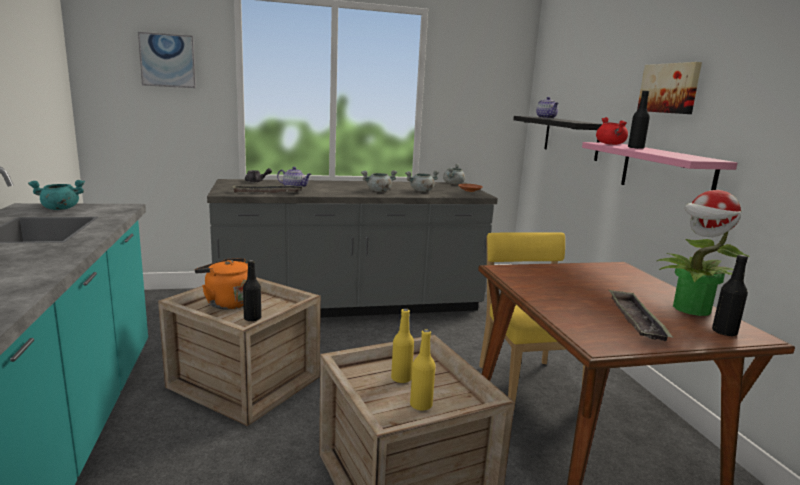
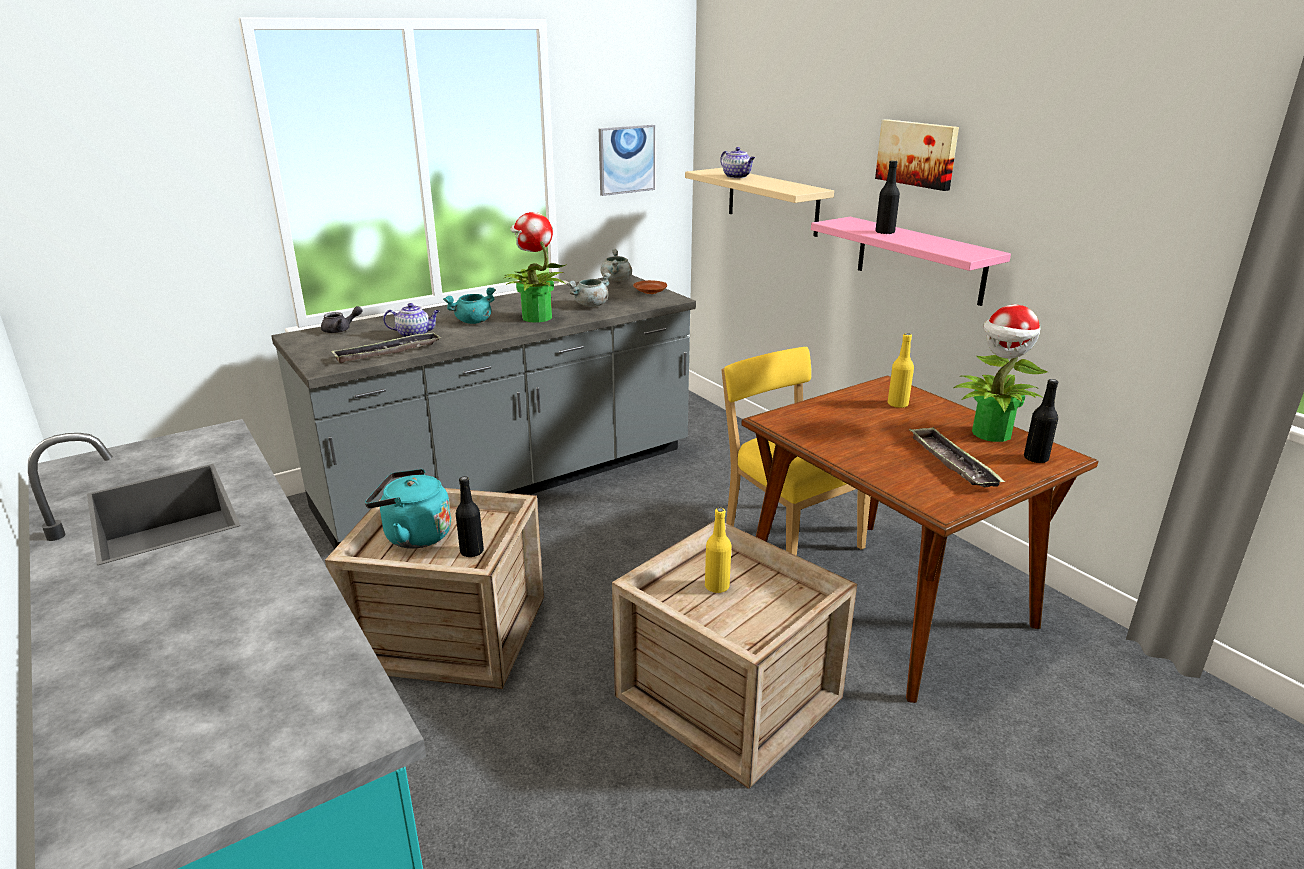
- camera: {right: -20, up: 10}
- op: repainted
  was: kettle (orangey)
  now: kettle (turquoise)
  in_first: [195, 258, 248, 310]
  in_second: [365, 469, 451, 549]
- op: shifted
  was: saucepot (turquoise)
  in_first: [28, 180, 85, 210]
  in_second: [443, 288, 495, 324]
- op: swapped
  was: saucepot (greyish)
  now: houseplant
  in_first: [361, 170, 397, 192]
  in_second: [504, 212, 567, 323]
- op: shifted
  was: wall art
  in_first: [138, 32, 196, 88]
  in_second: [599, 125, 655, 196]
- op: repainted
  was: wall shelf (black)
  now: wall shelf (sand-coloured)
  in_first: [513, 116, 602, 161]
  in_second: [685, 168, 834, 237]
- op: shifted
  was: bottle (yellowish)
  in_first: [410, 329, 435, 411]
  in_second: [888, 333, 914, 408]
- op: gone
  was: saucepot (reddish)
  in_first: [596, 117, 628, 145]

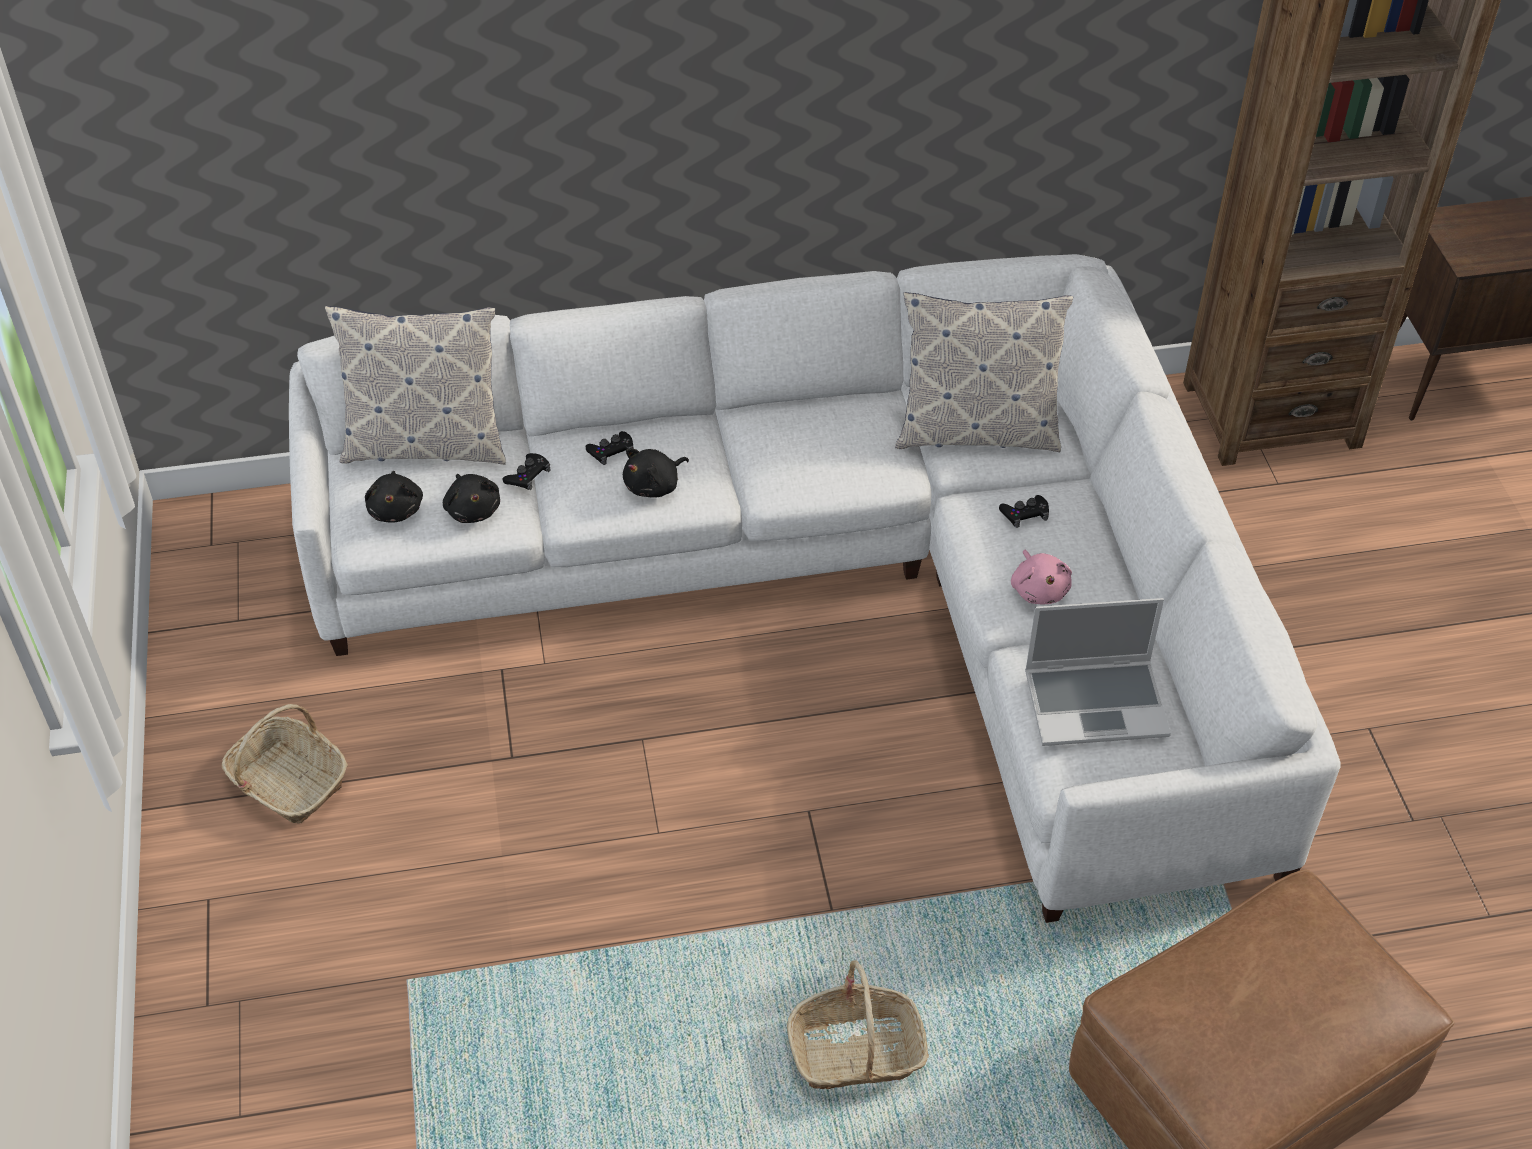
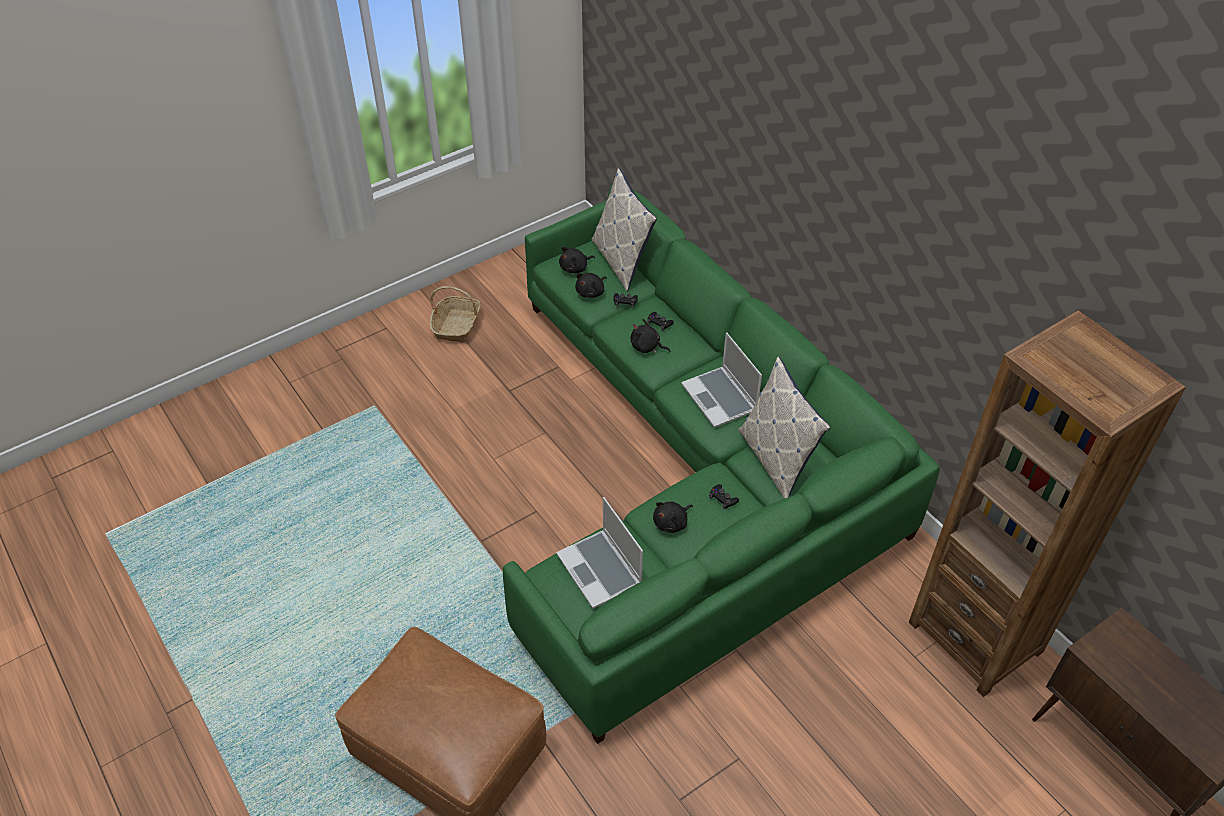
- camera: {right: 65, up: 0}
- op: repainted
  was: sofa (whitish)
  now: sofa (green-coloured)
  in_first: [289, 254, 1341, 923]
  in_second: [503, 185, 940, 744]
- op: repainted
  was: cuddly toy (pink)
  now: cuddly toy (black)
  in_first: [1011, 550, 1072, 604]
  in_second: [653, 502, 693, 533]
- op: new
  now: laptop
  in_second: [681, 332, 762, 428]
- op: gone
  was: household basket
  in_first: [787, 960, 929, 1089]

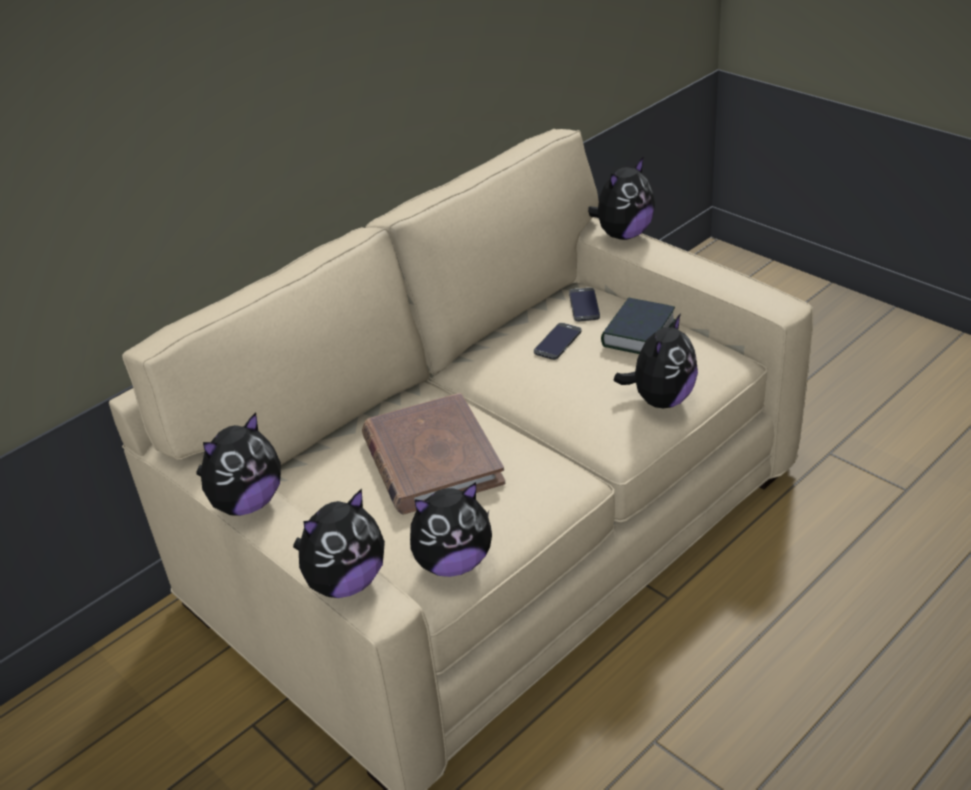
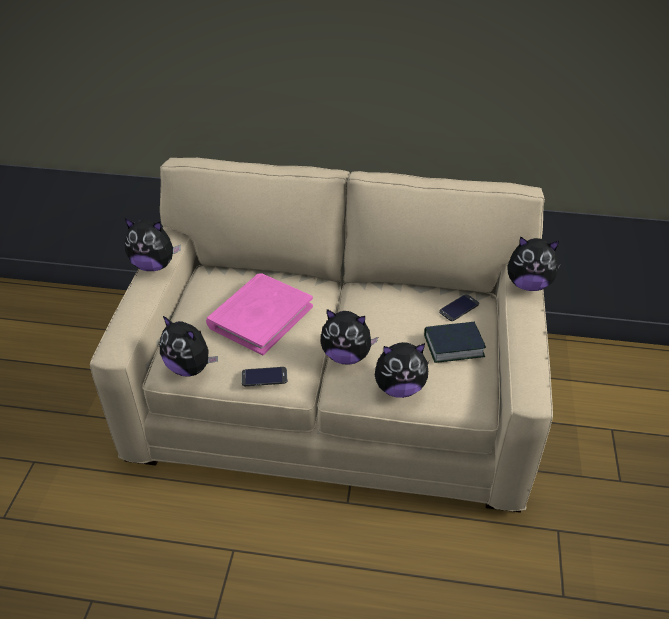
- camera: {right: 50, up: 5}
- op: repainted
  was: bound book (brown)
  now: bound book (pink)
  in_first: [362, 393, 505, 514]
  in_second: [206, 273, 313, 356]
- op: shifted
  was: telephone
  in_first: [534, 323, 581, 360]
  in_second: [242, 367, 287, 386]
- op: shifted
  was: cuddly toy
  in_first: [293, 488, 385, 598]
  in_second: [321, 309, 378, 365]

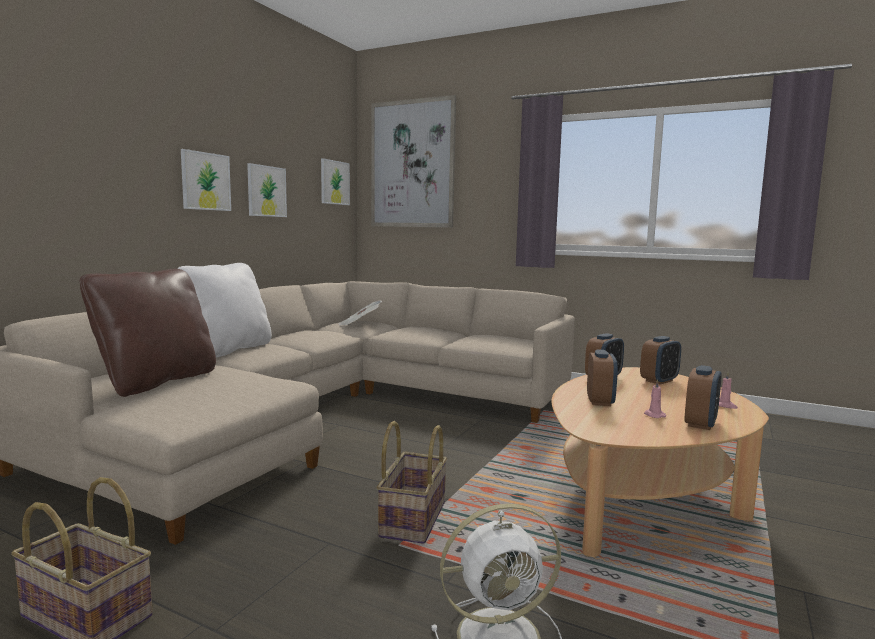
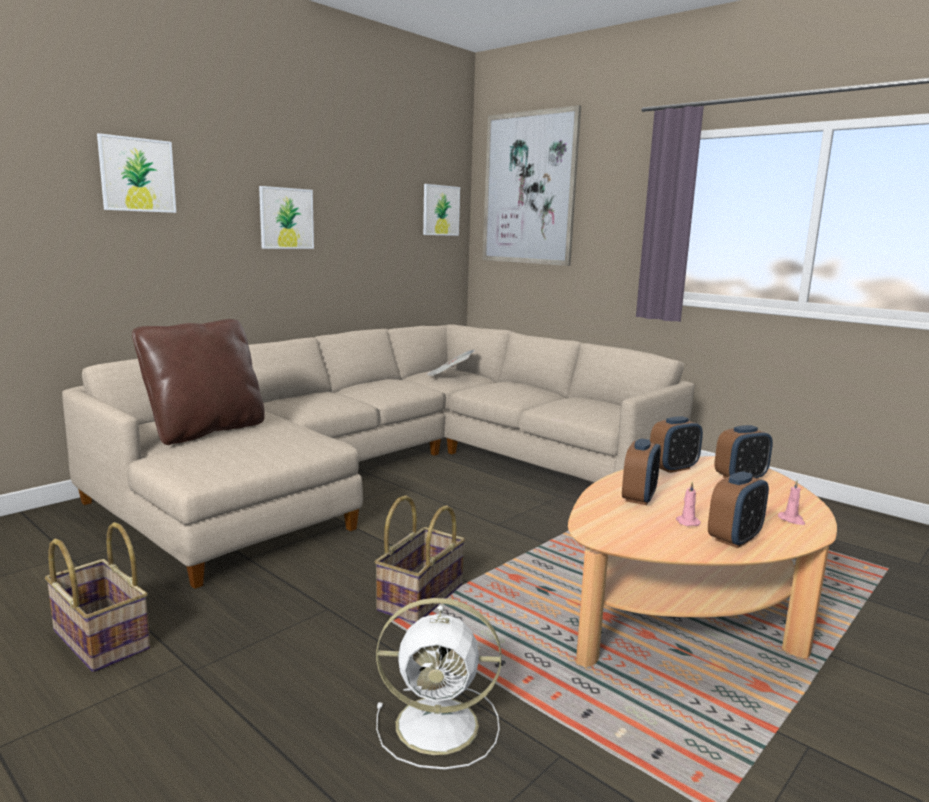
- camera: {right: 15, up: 5}
- op: shifted
  was: wall art
  in_first: [247, 163, 287, 217]
  in_second: [97, 133, 176, 213]
- op: gone
  was: cushion (whitish)
  in_first: [178, 263, 272, 358]

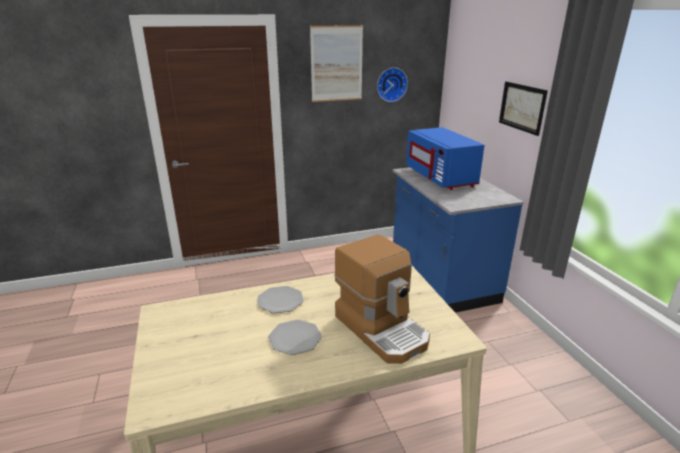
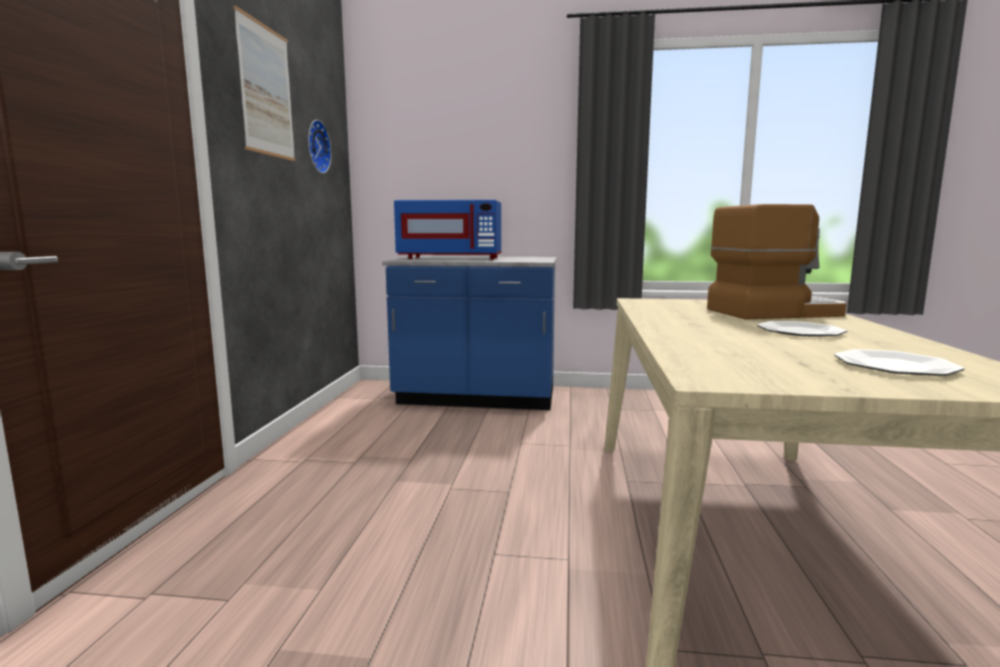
- camera: {right: -65, up: -15}
- op: shifted
  was: flat dish
  in_first: [258, 286, 304, 313]
  in_second: [834, 349, 964, 376]
- op: gone
  was: wall art
  in_first: [499, 81, 548, 136]

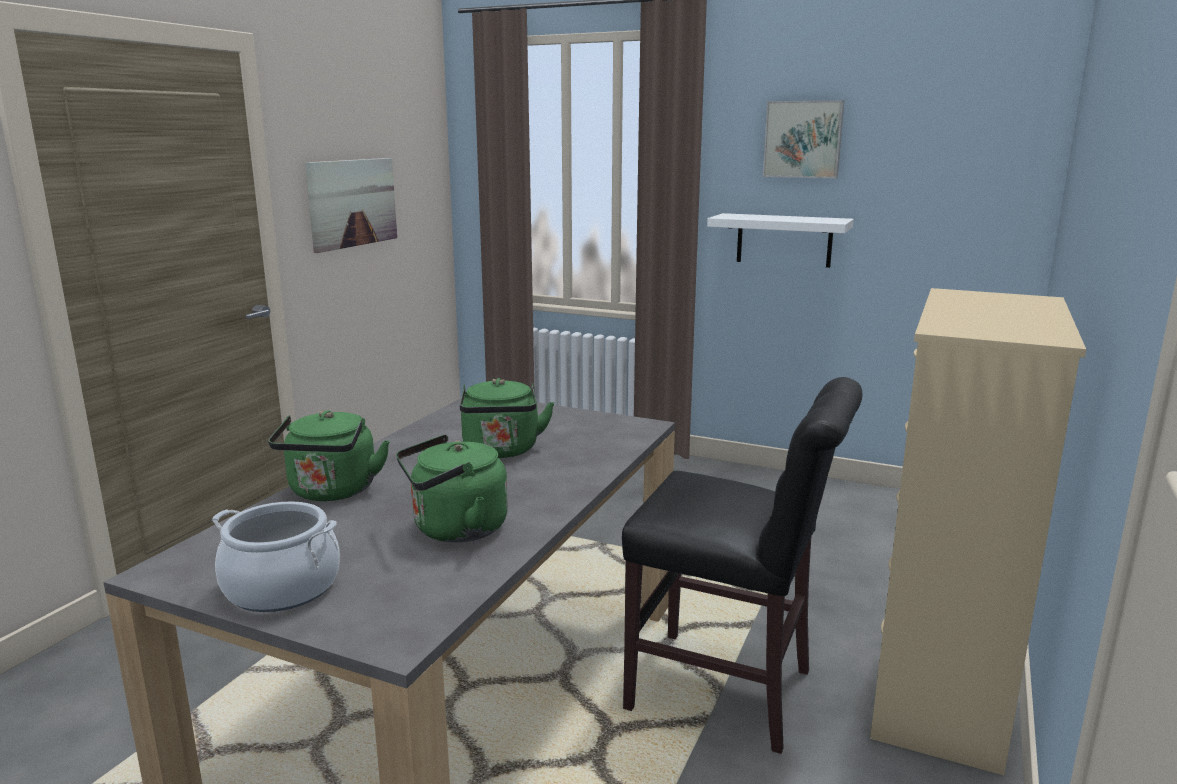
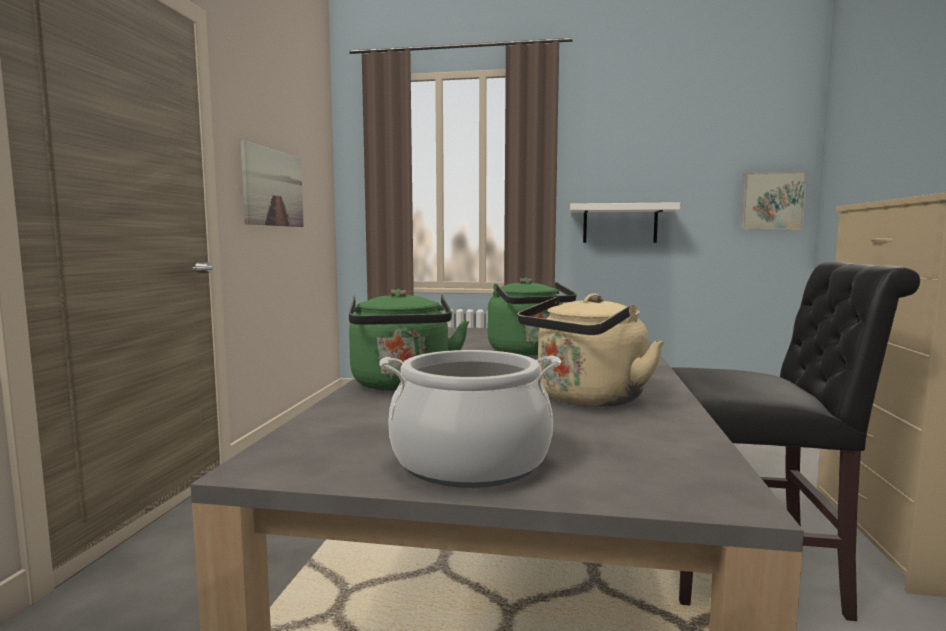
- camera: {right: -15, up: -10}
- op: repainted
  was: kettle (green-coloured)
  now: kettle (sand-coloured)
  in_first: [396, 435, 508, 542]
  in_second: [518, 294, 664, 407]
- op: shifted
  was: wall art
  in_first: [763, 100, 844, 179]
  in_second: [740, 172, 807, 230]

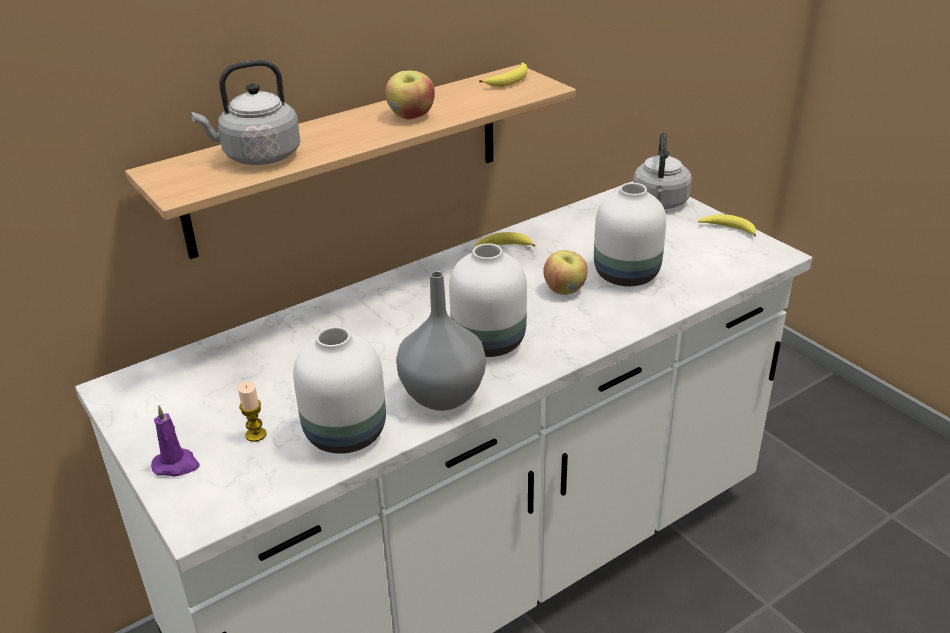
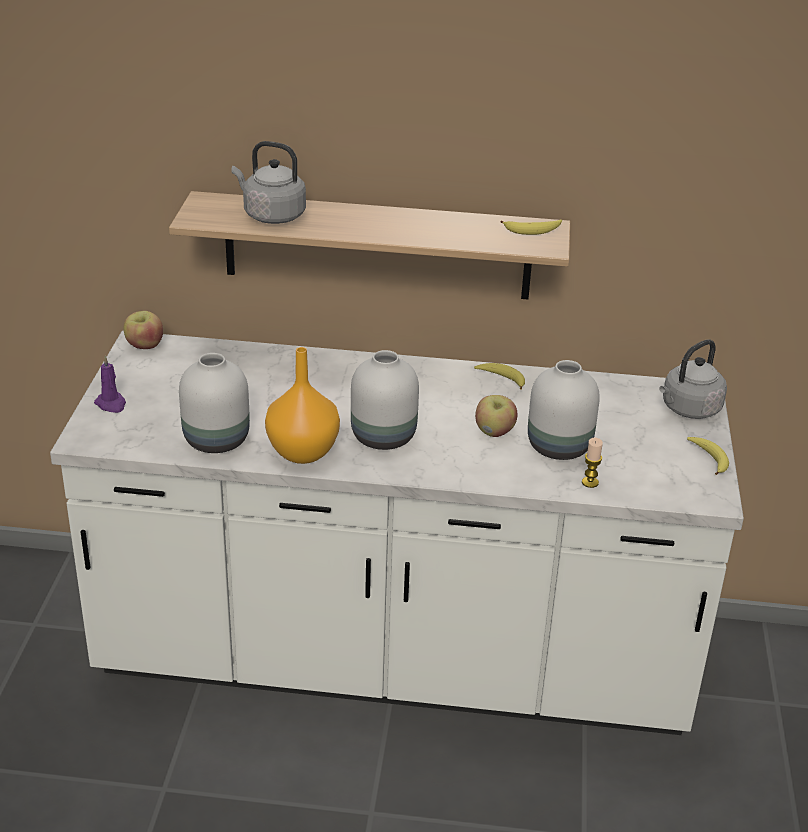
- camera: {right: 40, up: 0}
- op: shifted
  was: apple fruit
  in_first: [385, 71, 435, 119]
  in_second: [124, 311, 163, 349]
- op: repainted
  was: decorative vase (greyish)
  now: decorative vase (orangey)
  in_first: [396, 271, 486, 411]
  in_second: [265, 347, 340, 464]
- op: shifted
  was: wax light
  in_first: [238, 382, 266, 442]
  in_second: [582, 438, 603, 488]

